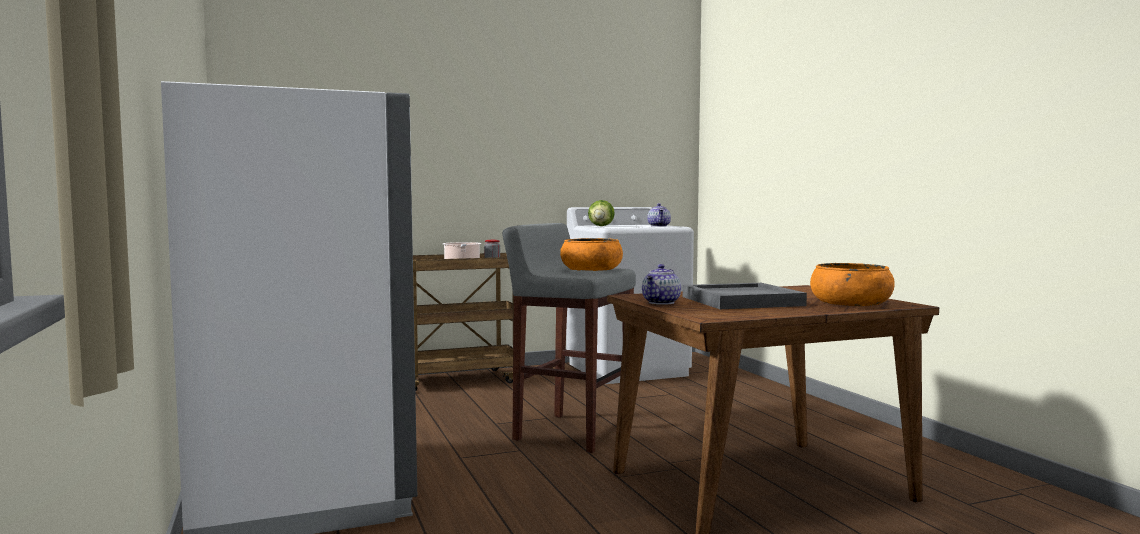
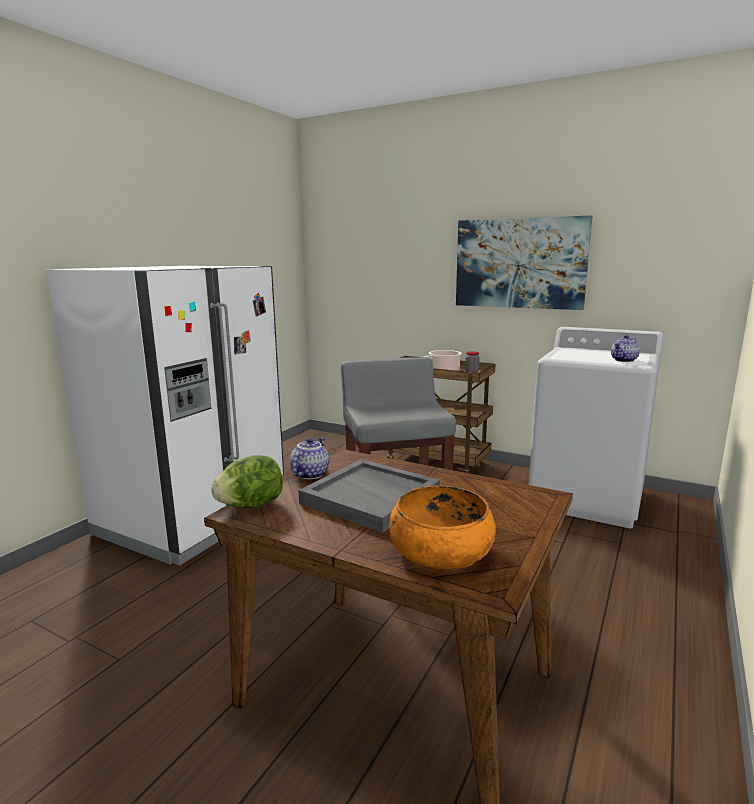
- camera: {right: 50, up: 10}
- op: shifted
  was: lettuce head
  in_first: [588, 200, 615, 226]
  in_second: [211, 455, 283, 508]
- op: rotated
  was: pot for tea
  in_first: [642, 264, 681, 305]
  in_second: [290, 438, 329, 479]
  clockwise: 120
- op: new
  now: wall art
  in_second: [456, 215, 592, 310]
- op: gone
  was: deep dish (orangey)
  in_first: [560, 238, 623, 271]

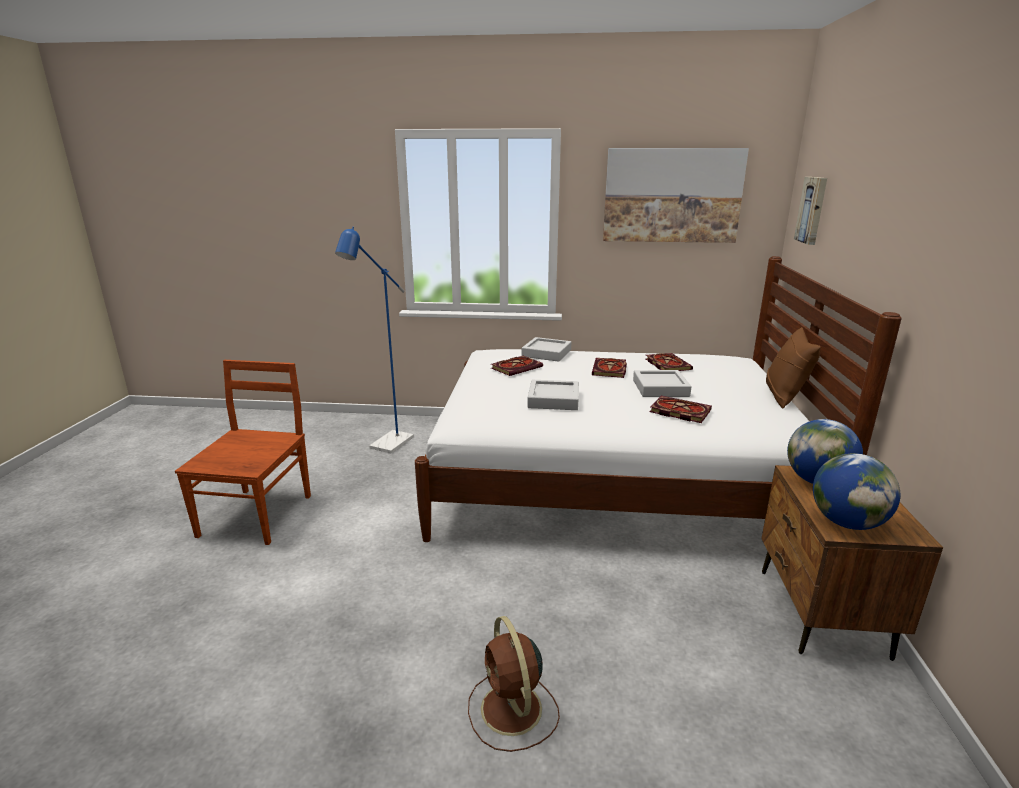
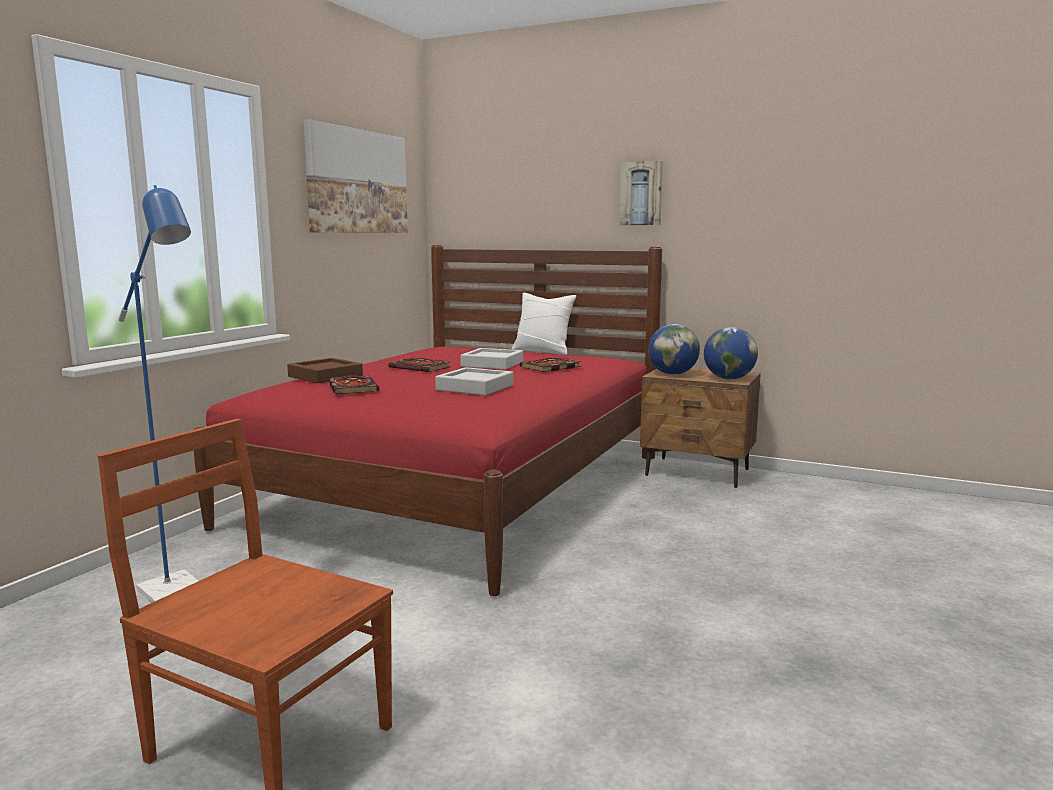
- camera: {right: -70, up: -10}
- op: repainted
  was: bedroom bed (whitish)
  now: bedroom bed (reddish)
  in_first: [415, 256, 902, 542]
  in_second: [193, 245, 662, 596]
- op: repainted
  was: serving tray (greyish)
  now: serving tray (brown)
  in_first: [522, 337, 571, 362]
  in_second: [287, 358, 363, 383]
- op: repainted
  was: cushion (brown)
  now: cushion (whitish)
  in_first: [766, 327, 821, 409]
  in_second: [512, 293, 576, 355]
- op: shifted
  was: wall art
  in_first: [794, 177, 827, 245]
  in_second: [620, 161, 663, 225]
- op: gone
  was: fan (brown)
  in_first: [468, 616, 560, 752]
- op: gone
  was: bound book
  in_first: [645, 353, 693, 371]

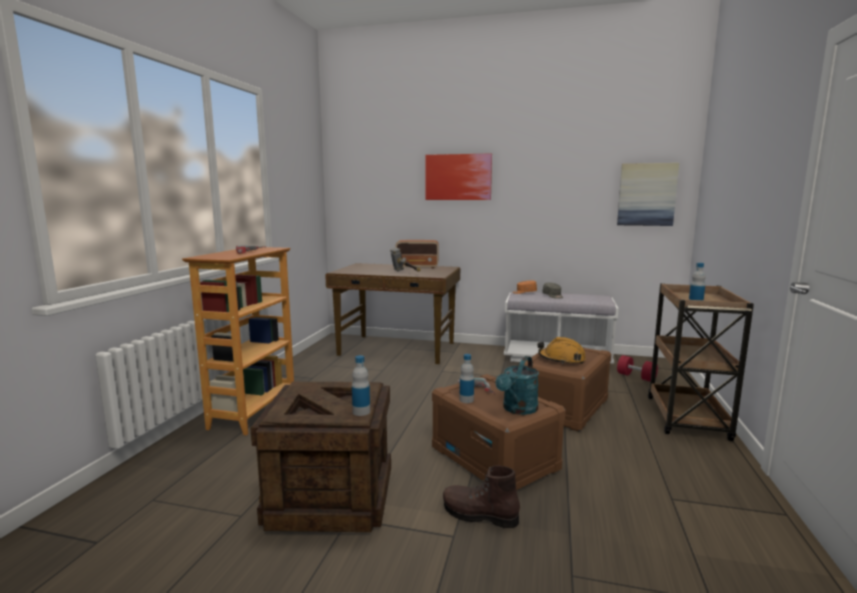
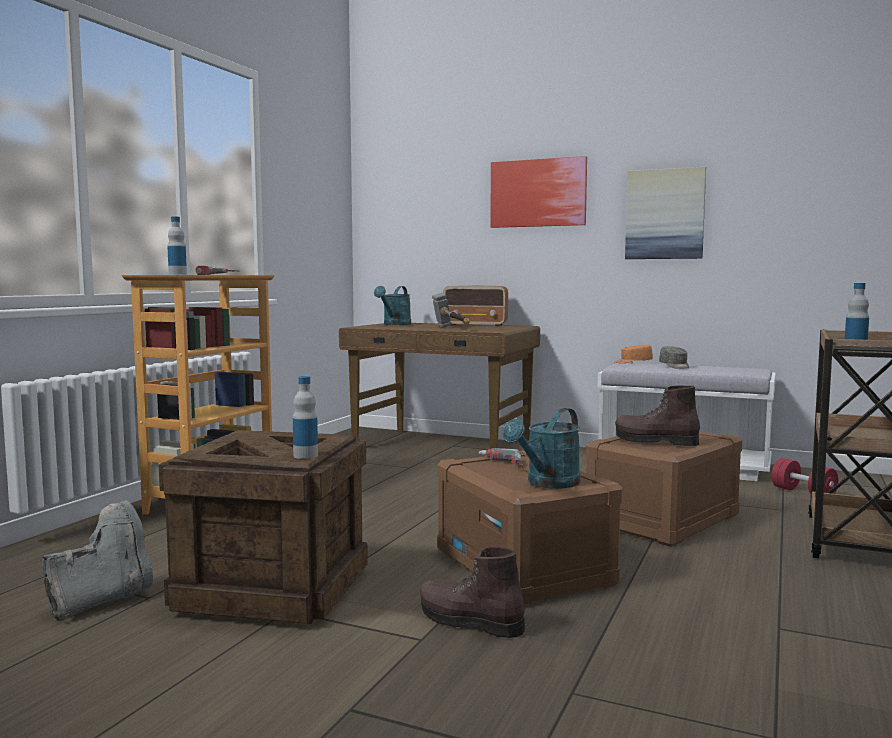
- camera: {right: 10, up: -5}
- op: new
  now: high-top boot (greyish)
  in_second: [42, 500, 153, 621]
- op: shifted
  was: bottle
  in_first: [460, 354, 474, 403]
  in_second: [167, 217, 187, 275]
- op: new
  now: watering pot (turquoise)
  in_second: [374, 286, 411, 325]
- op: swapped
  was: hard hat (orangey)
  now: high-top boot (brown)
  in_first: [537, 337, 586, 364]
  in_second: [615, 386, 700, 446]
- op: shifted
  was: wall art
  in_first: [617, 163, 679, 226]
  in_second: [625, 167, 706, 259]

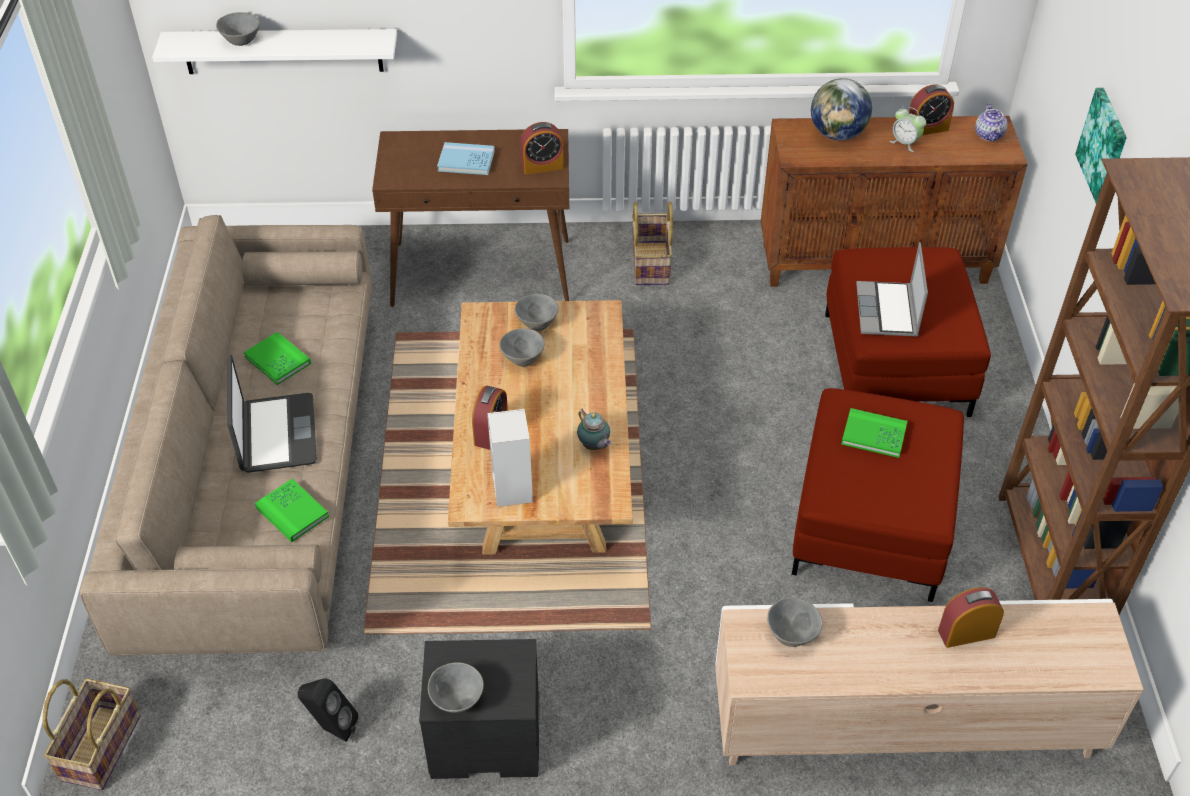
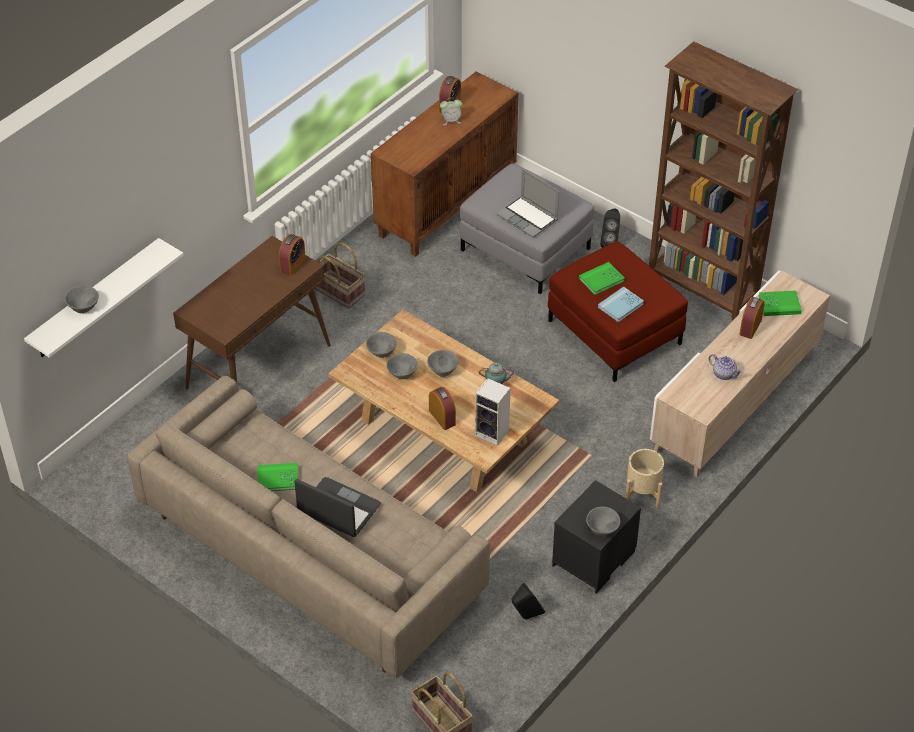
- camera: {right: -50, up: 0}
- op: shifted
  was: deep dish (greyish)
  in_first: [767, 598, 823, 647]
  in_second: [427, 350, 458, 377]
- op: repainted
  was: footrest (reddish)
  now: footrest (greyish)
  in_first: [825, 247, 991, 417]
  in_second: [459, 164, 594, 294]
- op: shifted
  was: bound book (blue)
  in_first: [437, 142, 495, 175]
  in_second: [598, 286, 644, 322]
- op: new
  now: speaker (black)
  in_second: [600, 209, 620, 248]
- op: new
  now: planter (sand-coloured)
  in_second: [625, 449, 664, 509]
- op: shifted
  was: pot for tea
  in_first: [975, 103, 1007, 142]
  in_second: [708, 354, 743, 380]
- op: shifted
  was: bound book (green-coloured)
  in_first: [255, 479, 329, 542]
  in_second: [759, 290, 802, 316]
- op: gone
  was: world globe
  in_first: [811, 78, 872, 141]
- op: gone
  was: wall art
  in_first: [1075, 88, 1127, 203]

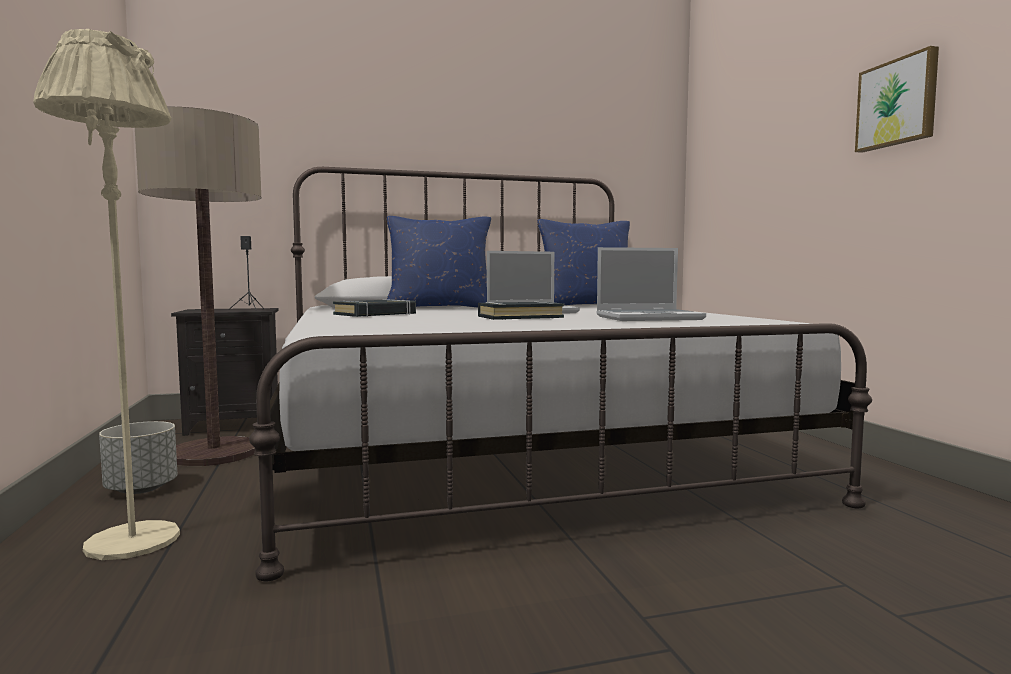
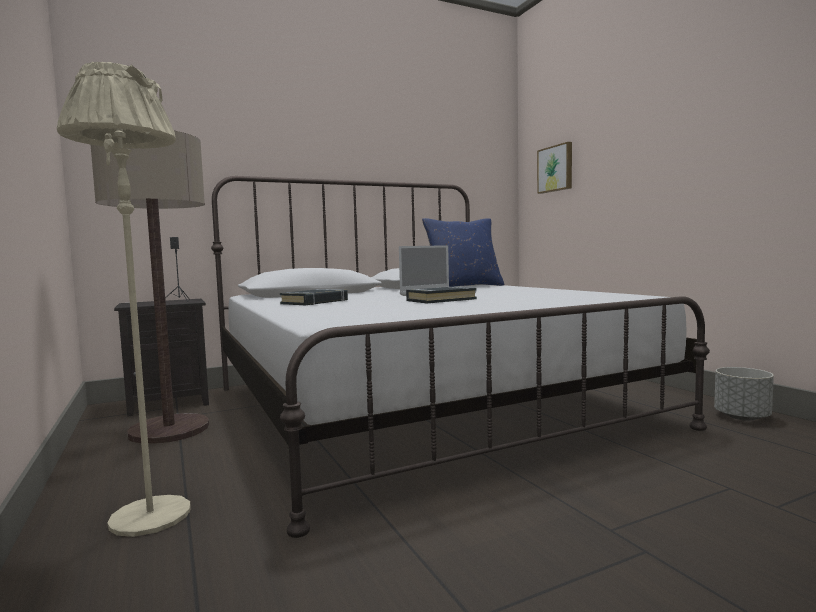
- camera: {right: -10, up: 0}
- op: shifted
  was: wall art
  in_first: [855, 46, 939, 153]
  in_second: [537, 142, 572, 194]
- op: shifted
  was: planter (greyish)
  in_first: [99, 421, 177, 494]
  in_second: [714, 367, 774, 421]
- op: gone
  was: cushion (blue)
  in_first: [387, 216, 491, 308]
- op: gone
  was: laptop
  in_first: [596, 247, 706, 321]

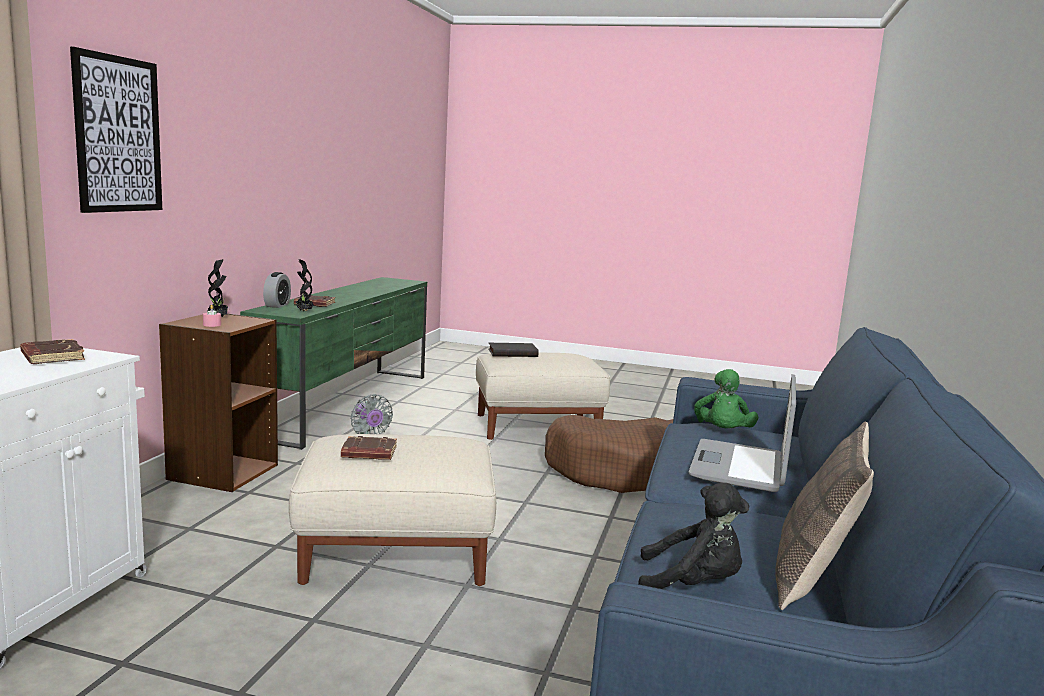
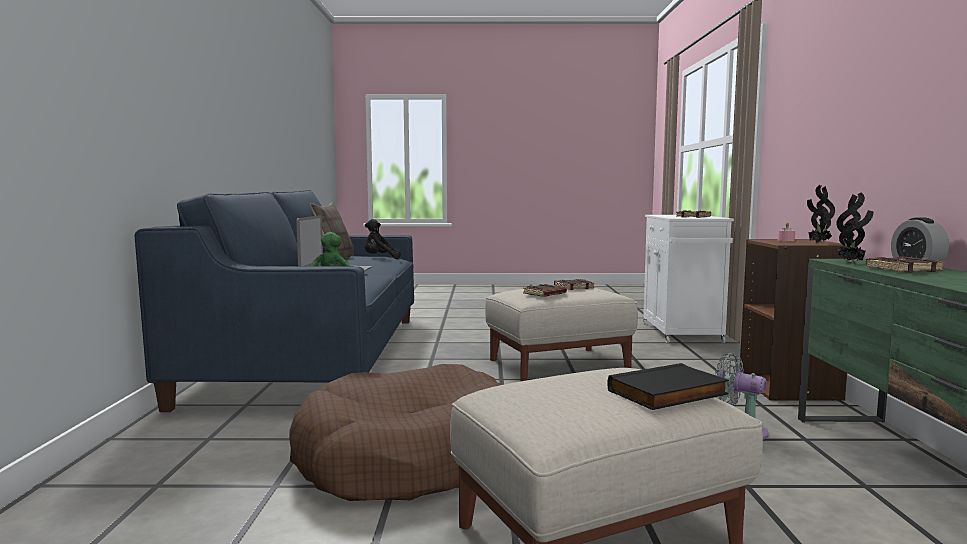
- camera: {right: 165, up: -5}
- op: new
  now: bound book (brown)
  in_second: [523, 284, 567, 297]
- op: gone
  was: wall art
  in_first: [70, 47, 162, 213]

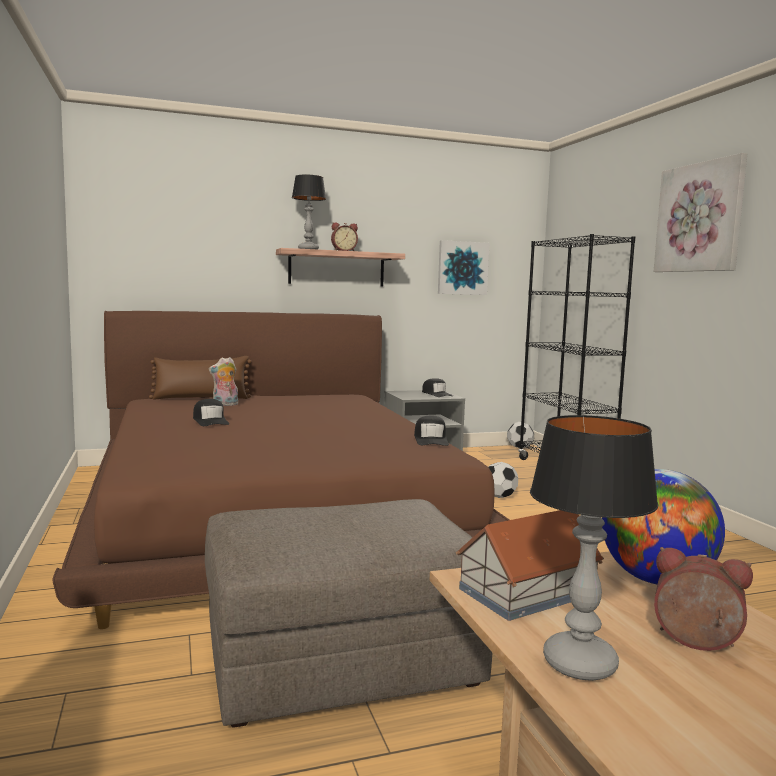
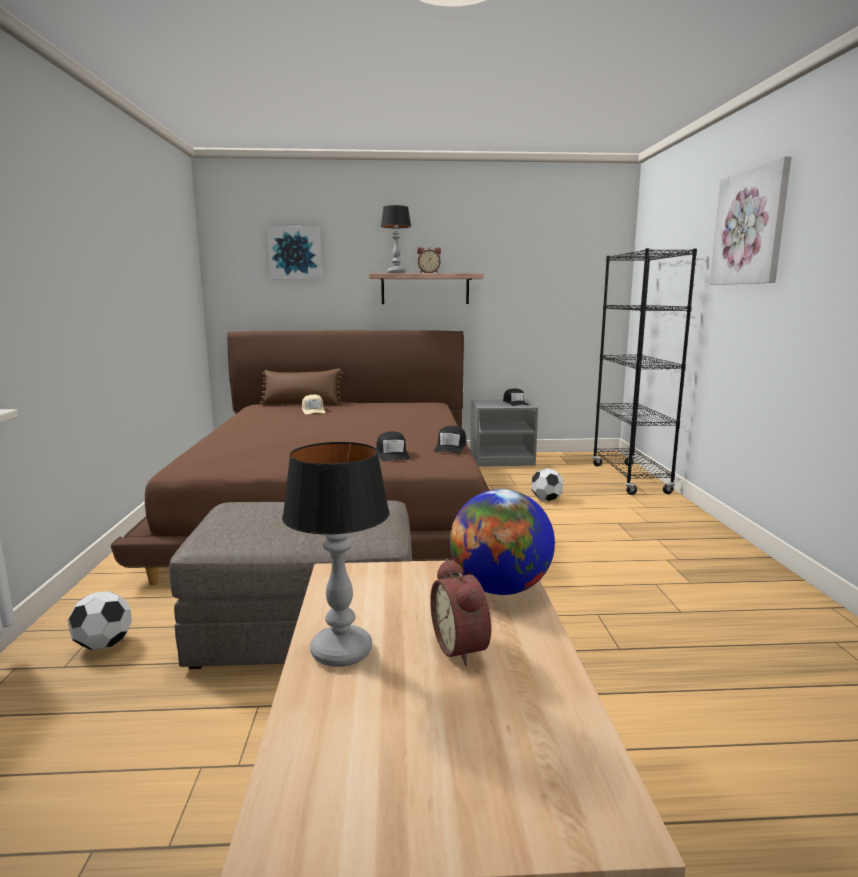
- camera: {right: 15, up: 5}
- op: shifted
  was: football
  in_first: [507, 422, 534, 448]
  in_second: [68, 591, 132, 650]
- op: shifted
  was: wall art
  in_first: [438, 240, 490, 295]
  in_second: [268, 226, 322, 279]
- op: swapped
  was: cuddly toy
  now: peaked cap (sand-coloured)
  in_first: [209, 357, 238, 406]
  in_second: [302, 395, 326, 414]
- op: shifted
  was: peaked cap (black)
  in_first: [193, 399, 229, 426]
  in_second: [376, 431, 410, 461]
- op: rotated
  was: table clock
  in_first: [654, 547, 753, 651]
  in_second: [430, 559, 491, 666]
  clockwise: -150
- op: gone
  was: model house
  in_first: [456, 510, 604, 621]

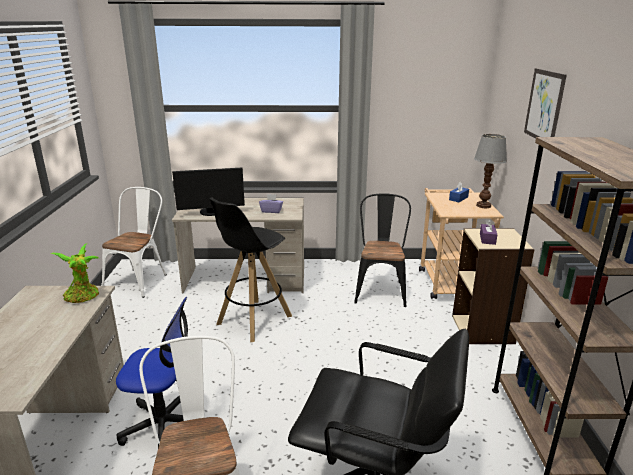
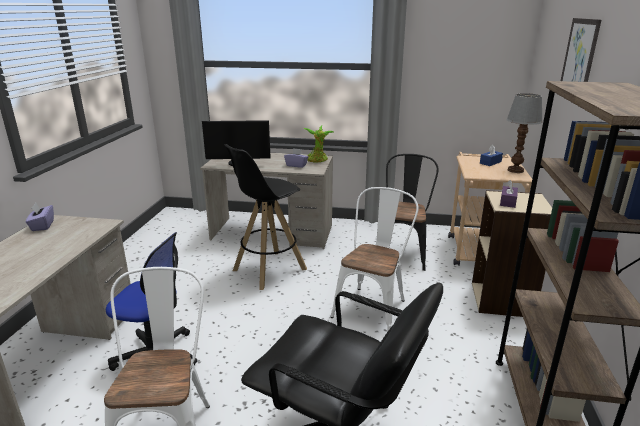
- camera: {right: 10, up: 0}
- op: new
  now: tissue holder (purple-coloured)
  in_second: [26, 203, 54, 231]
- op: shifted
  was: houseplant
  in_first: [50, 243, 99, 303]
  in_second: [303, 125, 334, 162]
- op: shifted
  was: chair (whitish)
  in_first: [101, 187, 167, 298]
  in_second: [330, 187, 419, 331]

